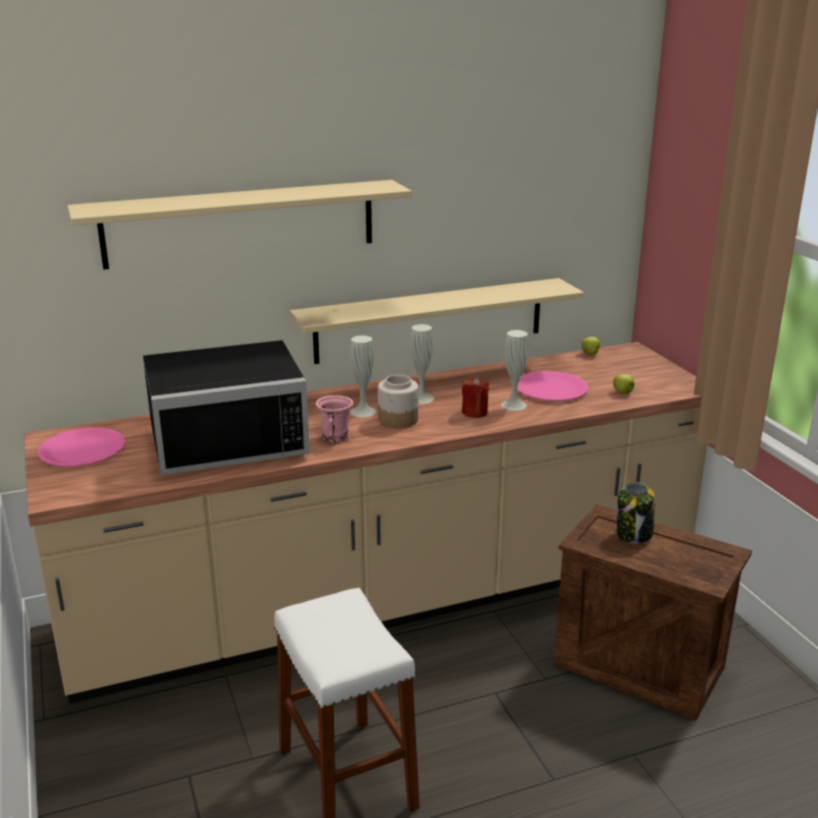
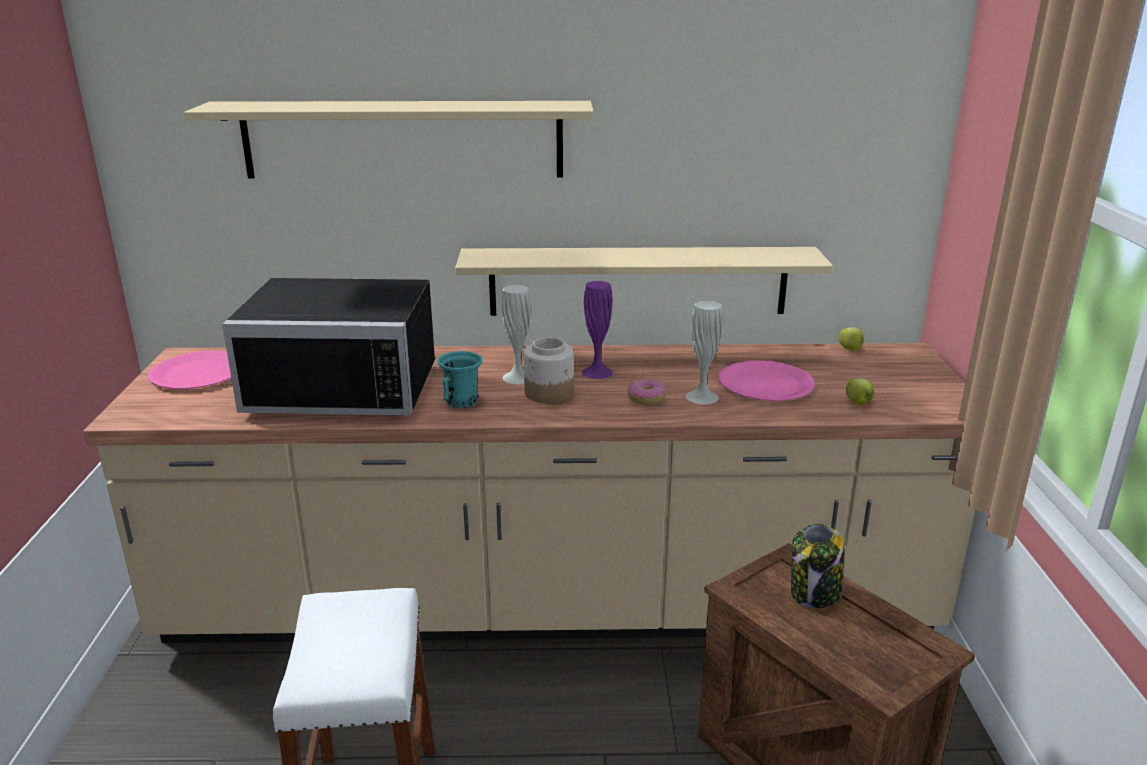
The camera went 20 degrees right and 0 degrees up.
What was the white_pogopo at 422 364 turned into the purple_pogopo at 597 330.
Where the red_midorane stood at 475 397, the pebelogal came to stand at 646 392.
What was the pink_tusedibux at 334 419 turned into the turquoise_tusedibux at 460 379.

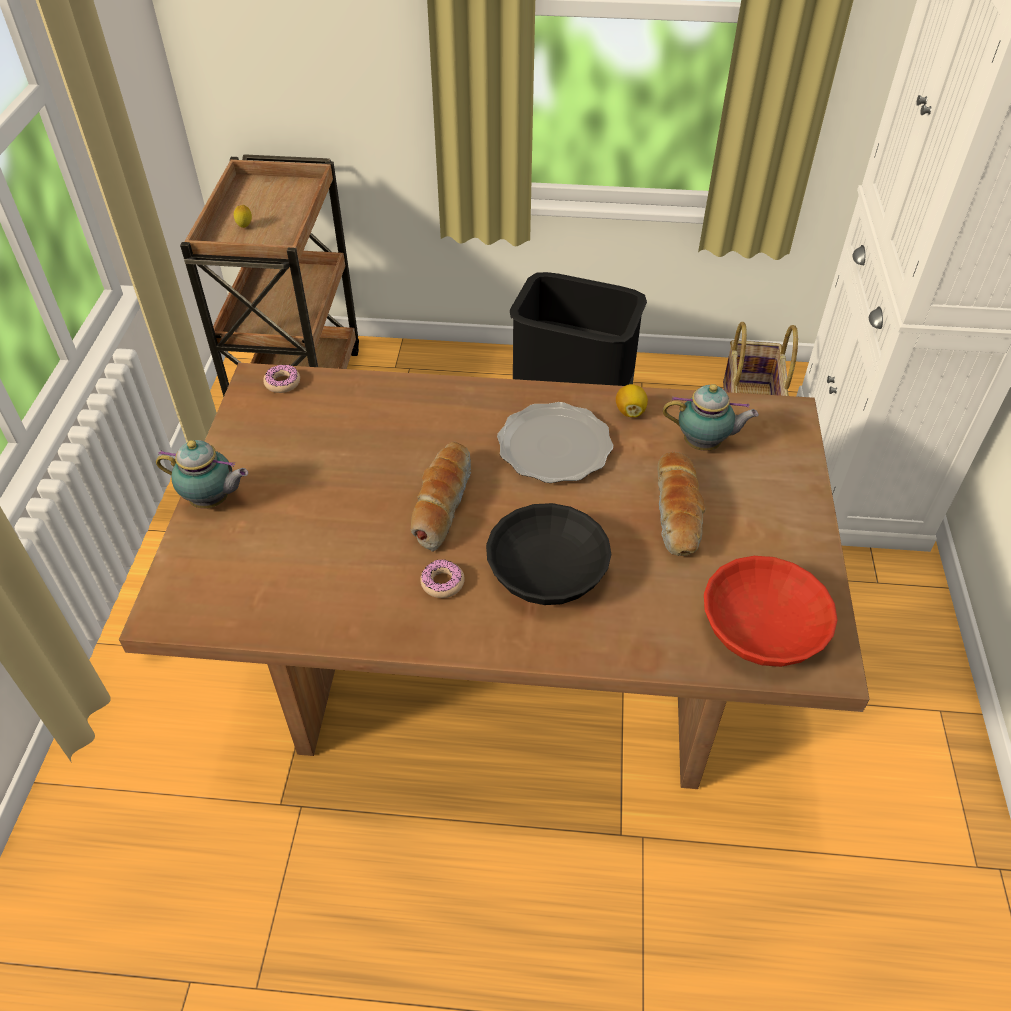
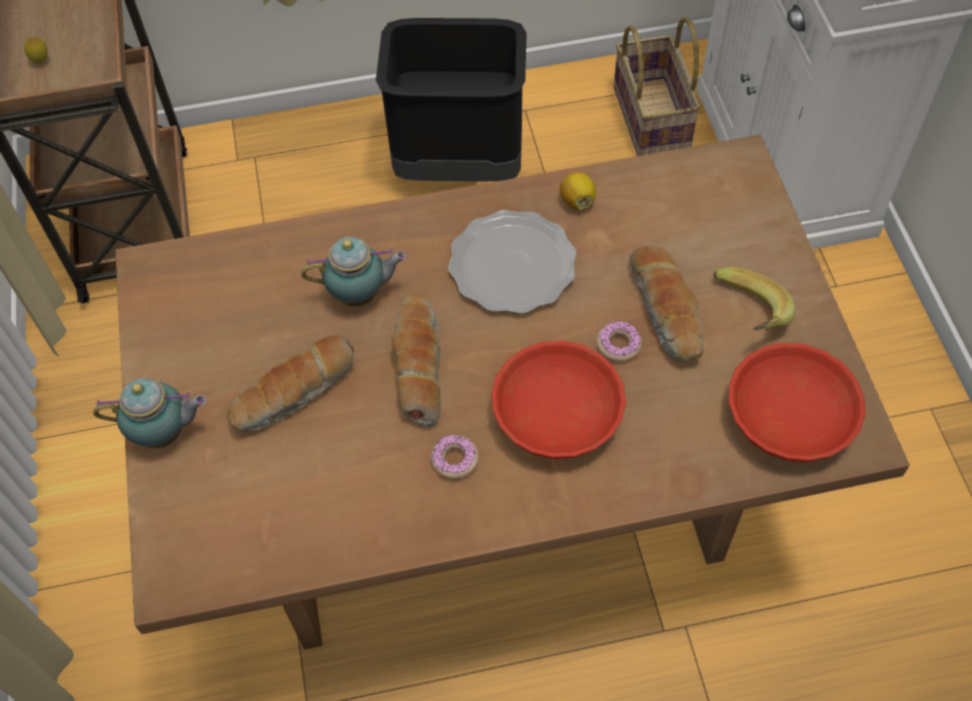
The camera went 15 degrees left and 10 degrees up.
The pebelogal ended up elsewhere, having gone from 281 379 to 619 341.
The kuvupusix ended up elsewhere, having gone from 711 417 to 354 272.
What was the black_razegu at 548 554 turned into the red_razegu at 559 400.
The second view gained the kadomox at 754 298.
The second view gained the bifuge at 290 382.

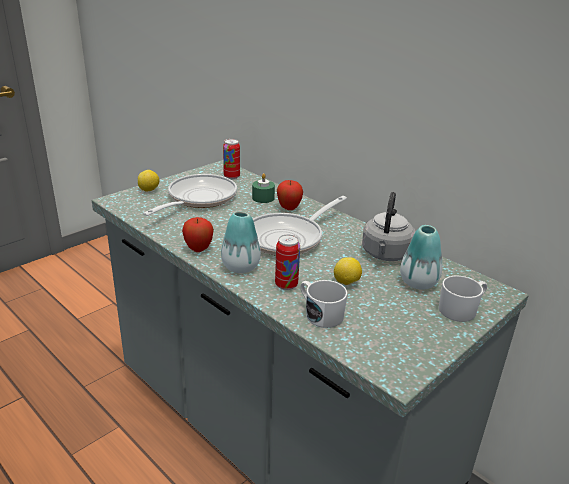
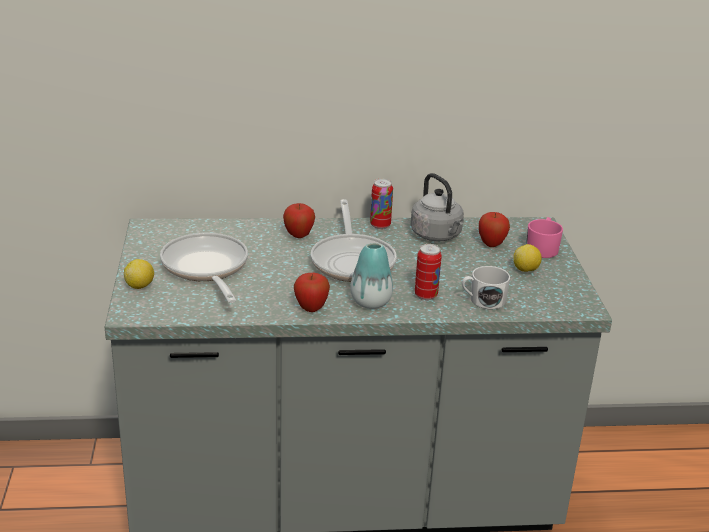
The camera went 50 degrees left and 0 degrees up.
The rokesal ended up elsewhere, having gone from 231 159 to 381 204.
The second view lost the green_midorane at 263 188.
Where the pogopo stood at 421 257, the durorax came to stand at 494 229.
The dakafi ended up elsewhere, having gone from 348 271 to 527 258.
What was the white_tusedibux at 463 298 turned into the pink_tusedibux at 544 237.

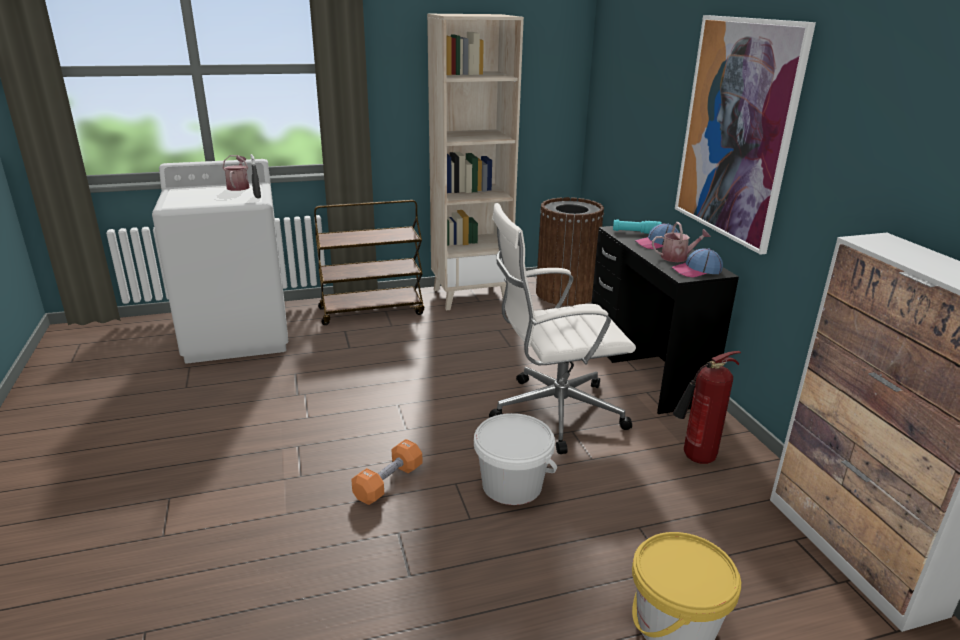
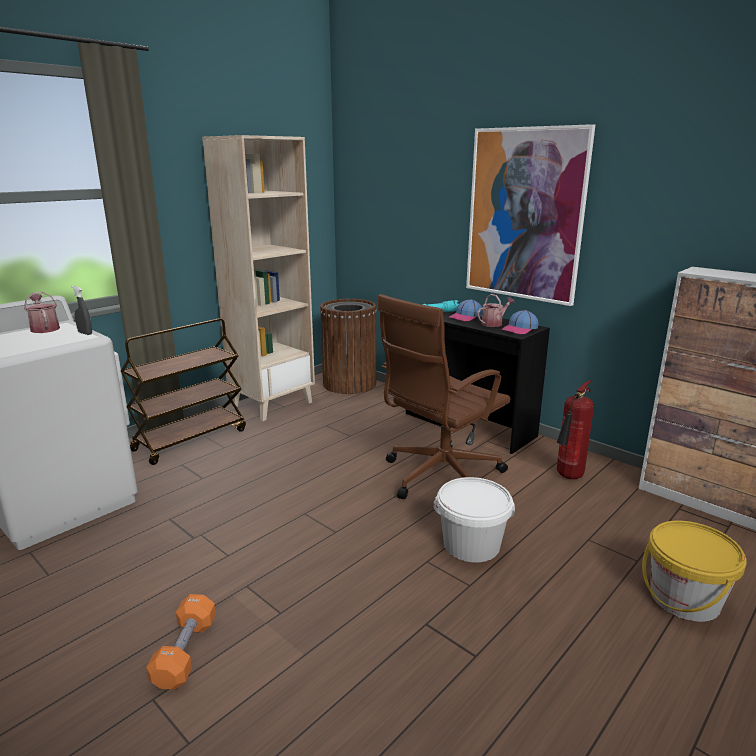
The camera went 30 degrees left and 5 degrees down.
What was the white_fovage at 562 328 turned into the brown_fovage at 443 396.
The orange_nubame ended up elsewhere, having gone from 387 472 to 181 641.

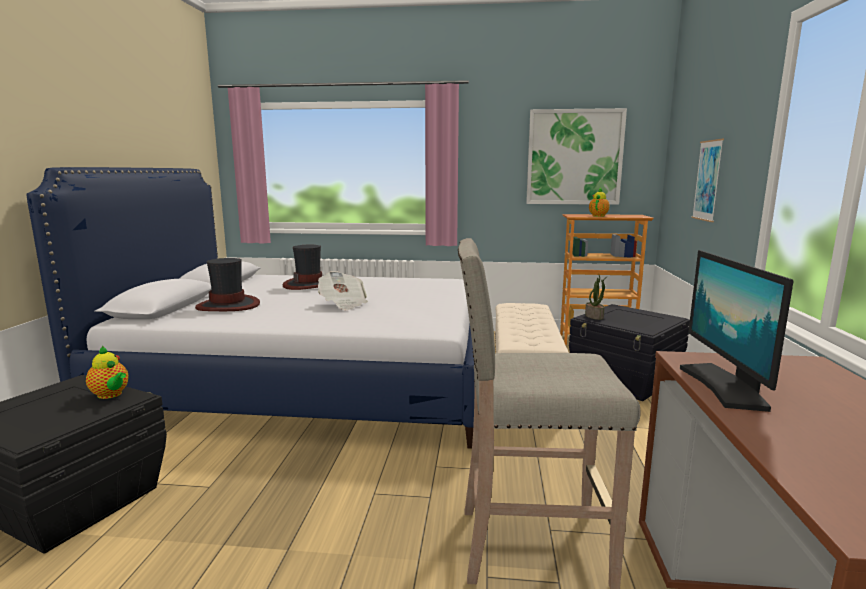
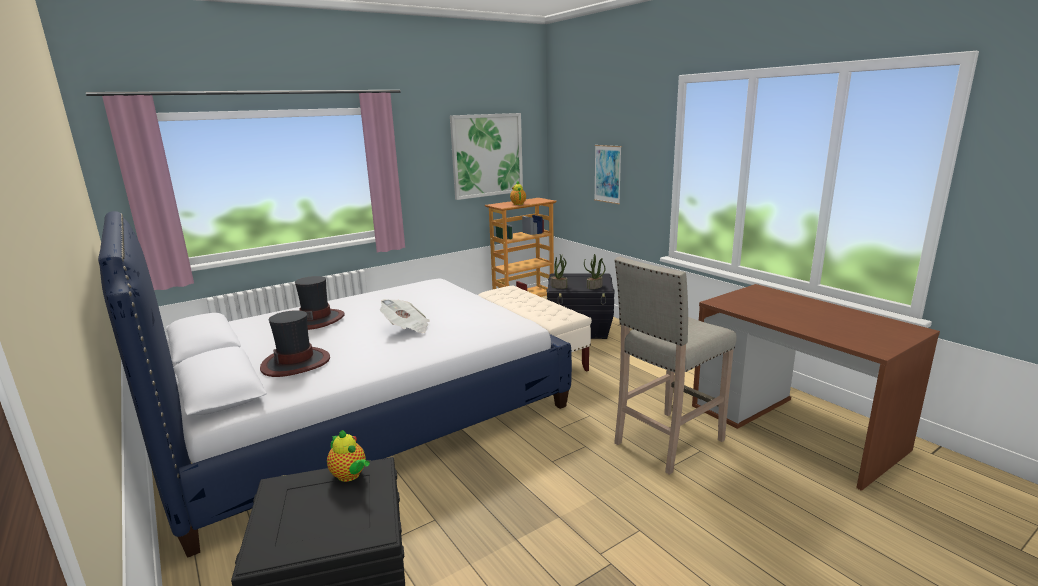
The camera went 40 degrees left and 5 degrees up.
The second view lost the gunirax at 736 331.
The kuvupusix at 107 372 ended up facing another way, 45 degrees clockwise from before.
The second view gained the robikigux at 594 271.

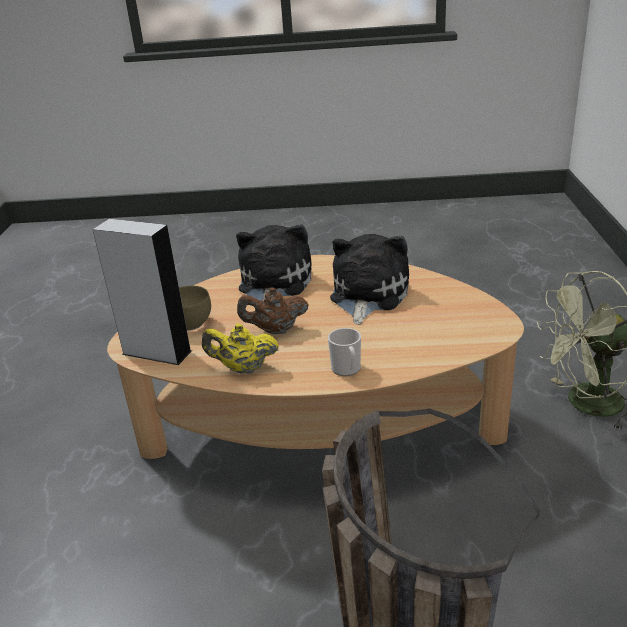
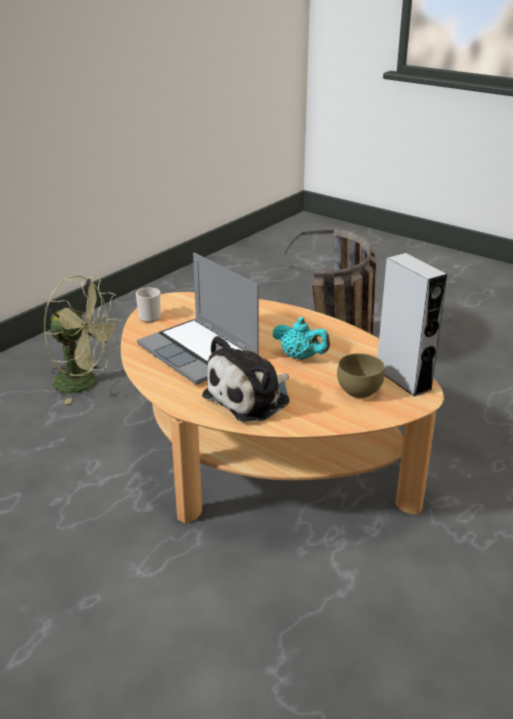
The camera went 145 degrees left and 0 degrees up.
Where the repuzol stood at 369 279, the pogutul came to stand at 198 319.
What was the brown_kuvupusix at 272 311 turned into the turquoise_kuvupusix at 301 338.
The second view lost the yellow_kuvupusix at 240 348.
The tusedibux ended up elsewhere, having gone from 344 352 to 148 305.

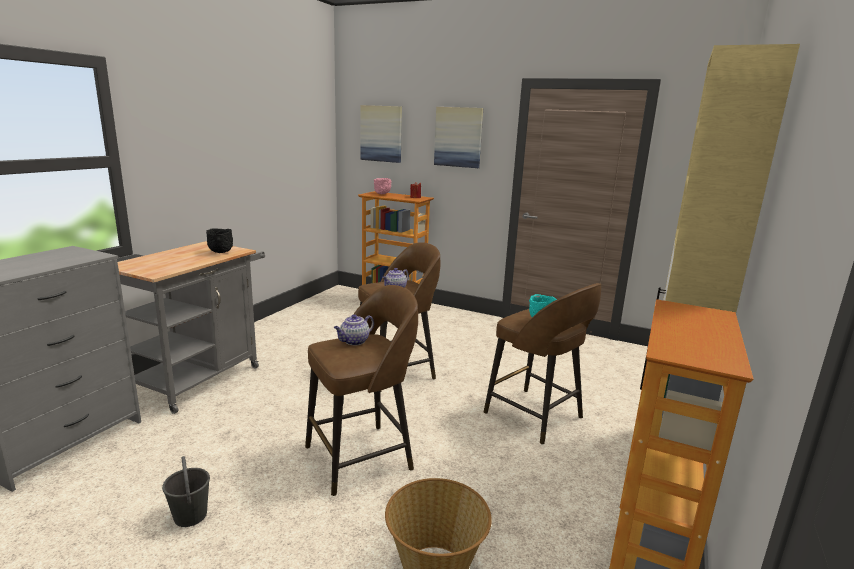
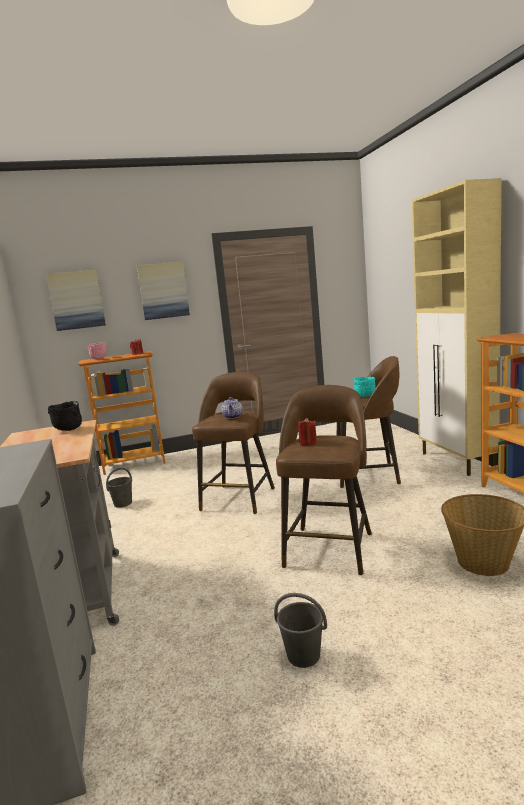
The camera went 40 degrees left and 5 degrees down.
Where the kuvupusix stood at 354 329, the red_midorane came to stand at 307 432.
The second view gained the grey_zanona at 119 487.

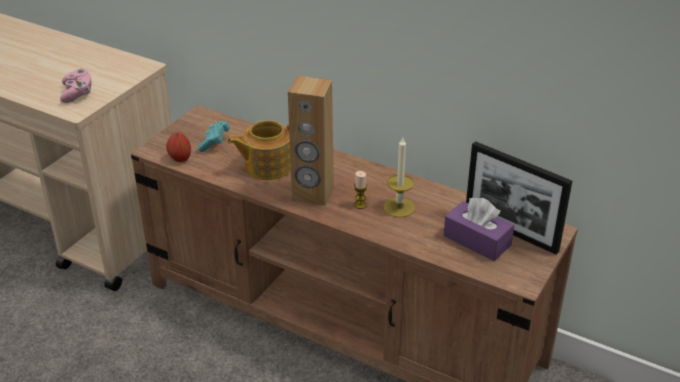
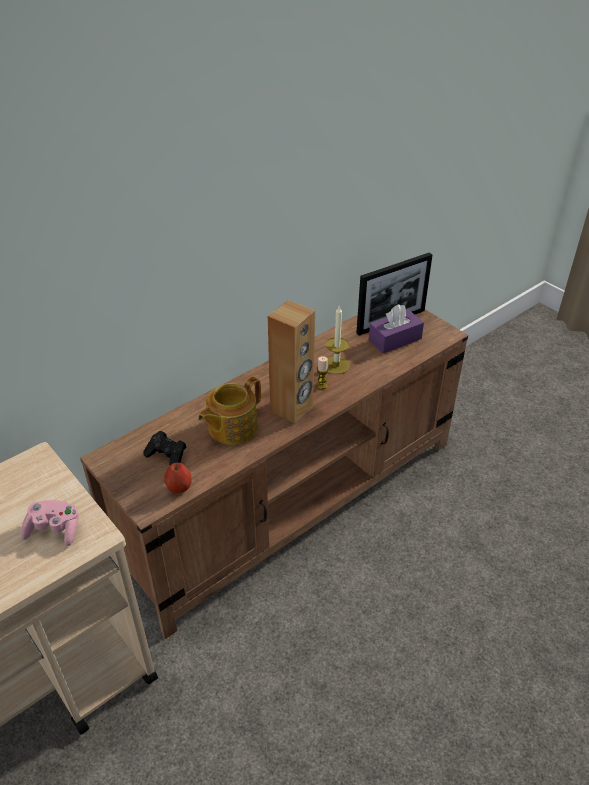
The camera went 70 degrees left and 5 degrees up.
The kuvupusix at 259 150 ended up facing another way, 45 degrees clockwise from before.
What was the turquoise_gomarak at 213 136 turned into the black_gomarak at 164 448.

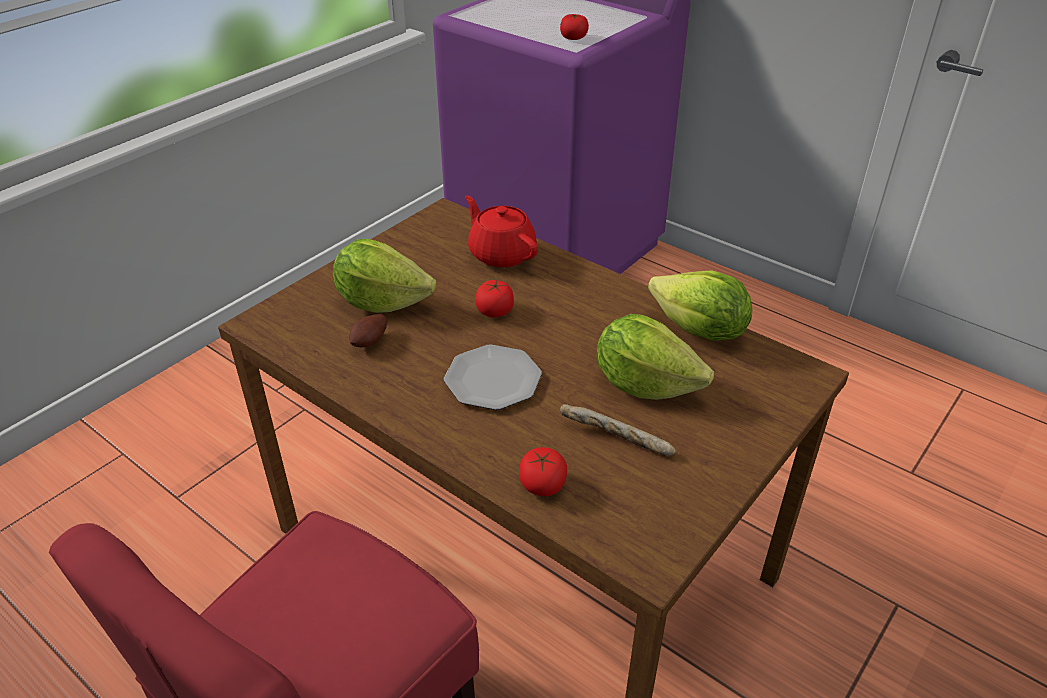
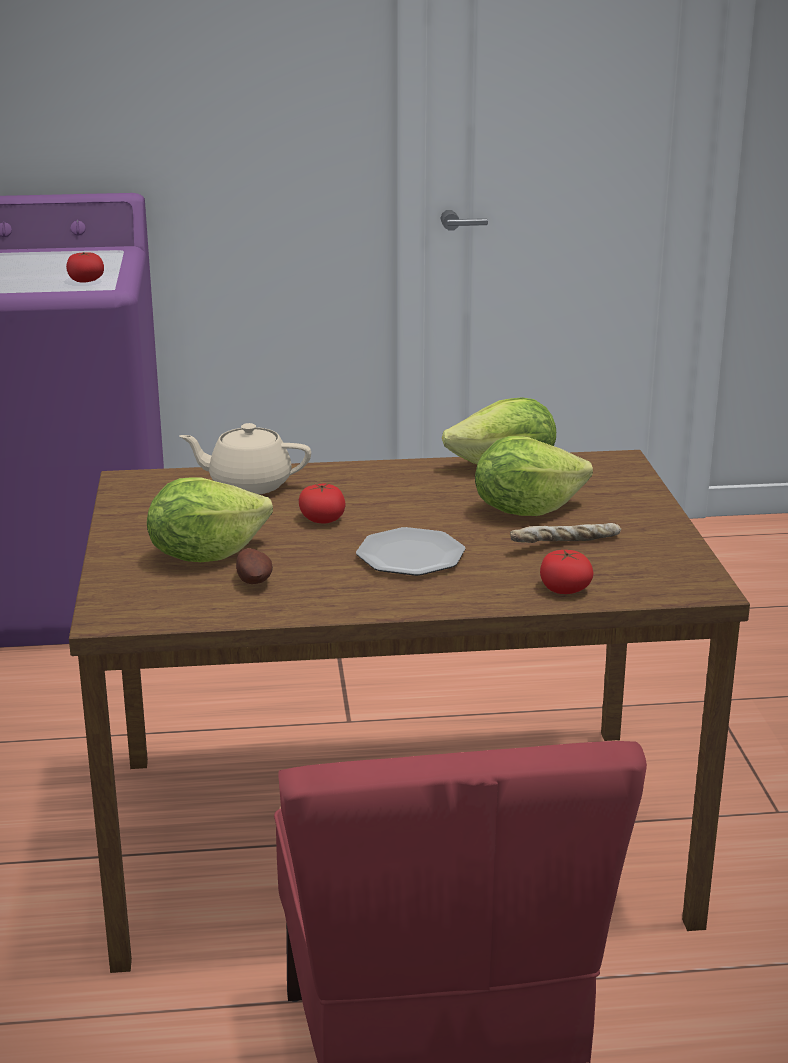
The camera went 45 degrees left and 15 degrees down.
What was the red_kuvupusix at 501 231 turned into the beige_kuvupusix at 245 459.

